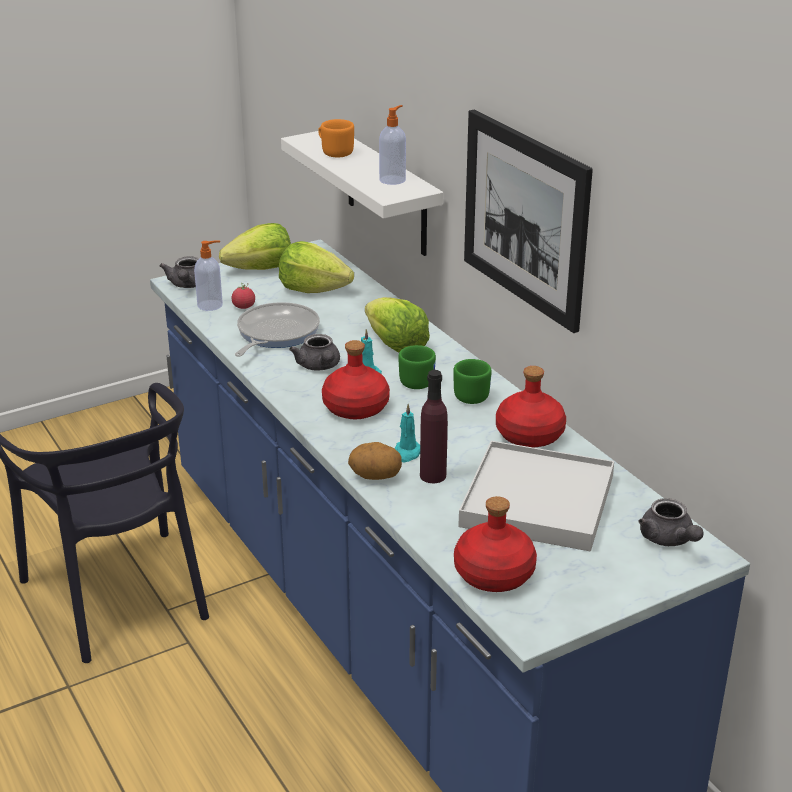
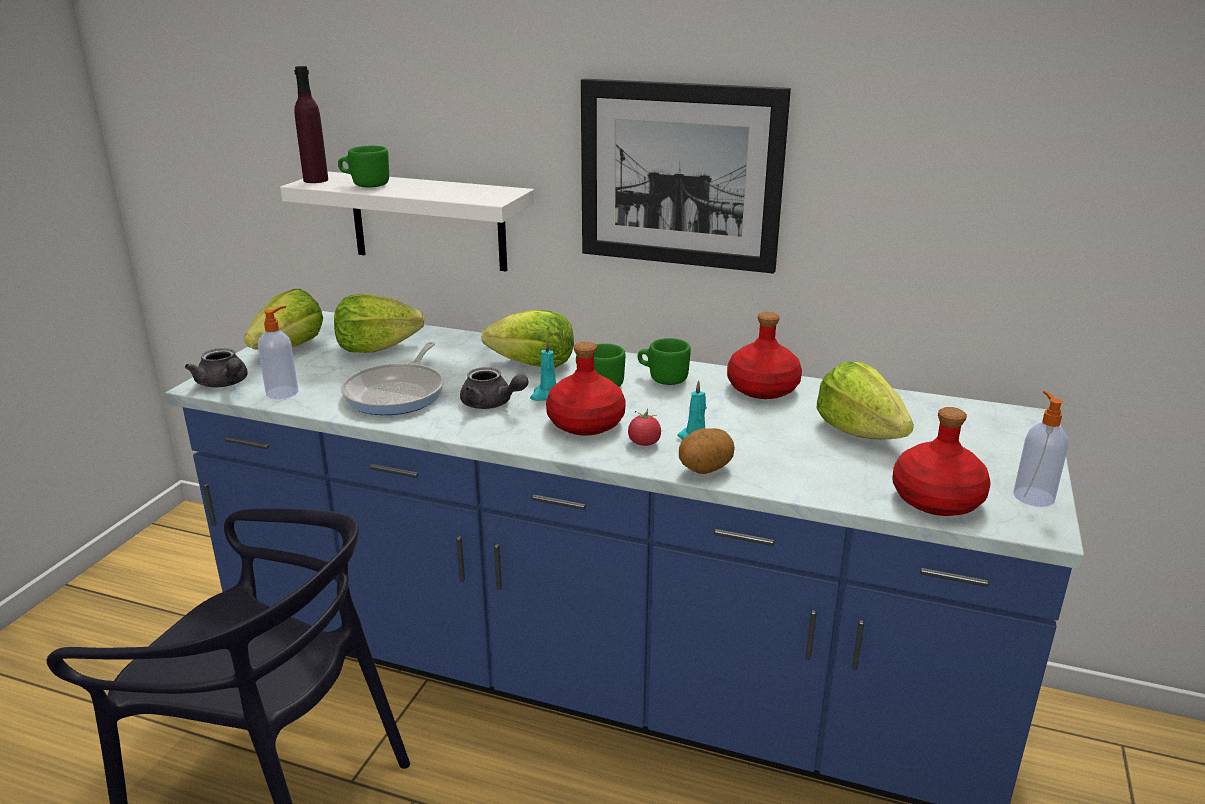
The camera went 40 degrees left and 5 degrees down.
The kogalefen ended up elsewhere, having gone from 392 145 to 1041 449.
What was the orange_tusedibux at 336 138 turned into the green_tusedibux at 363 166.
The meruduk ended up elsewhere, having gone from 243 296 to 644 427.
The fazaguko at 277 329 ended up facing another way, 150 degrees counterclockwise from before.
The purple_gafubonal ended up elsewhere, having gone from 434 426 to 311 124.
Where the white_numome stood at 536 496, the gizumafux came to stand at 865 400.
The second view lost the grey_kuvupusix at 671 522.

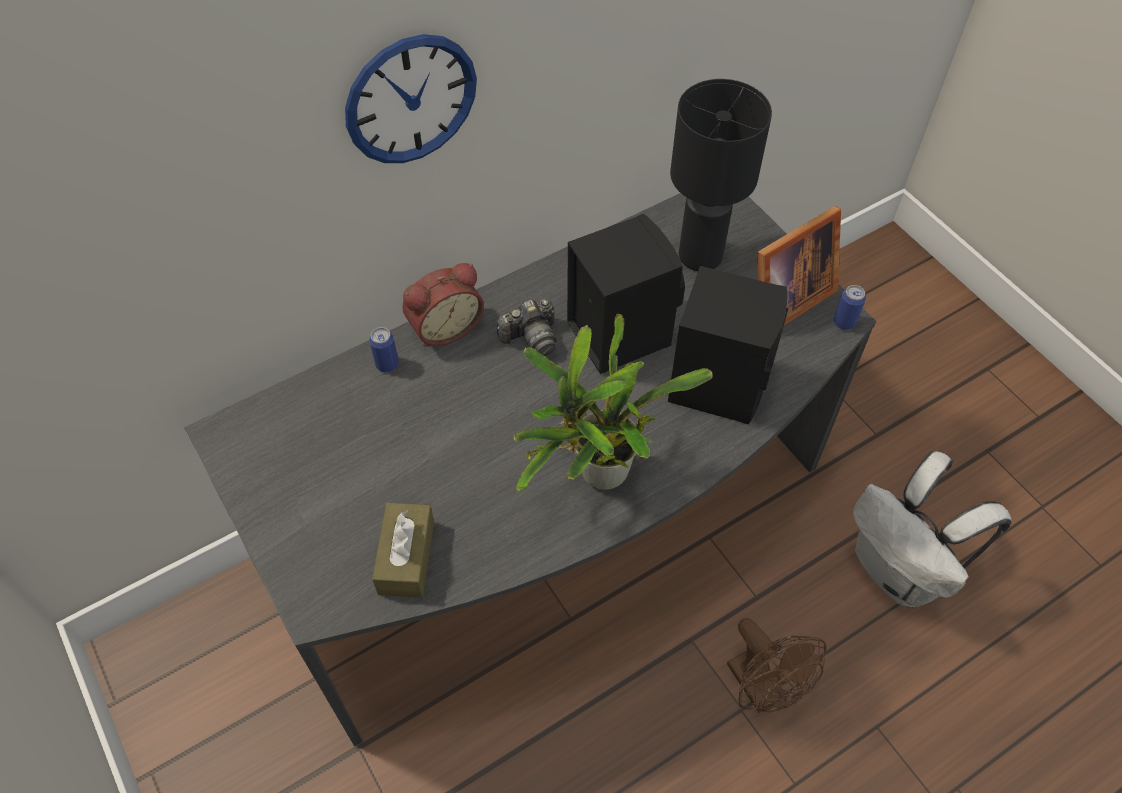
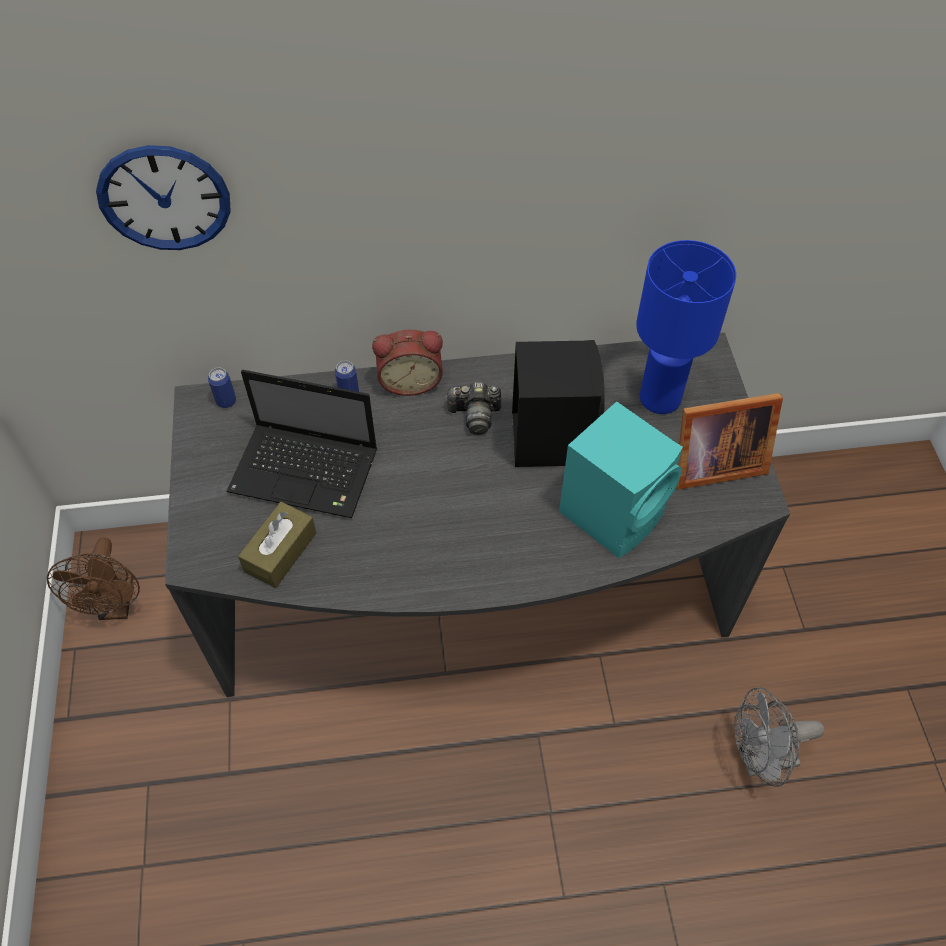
The camera went 25 degrees right and 0 degrees up.
The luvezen ended up elsewhere, having gone from 411 98 to 163 197.
What was the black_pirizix at 721 175 turned into the blue_pirizix at 686 327.
What was the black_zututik at 728 345 turned into the turquoise_zututik at 621 479.
The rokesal ended up elsewhere, having gone from 850 307 to 222 387.
The second view lost the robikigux at 613 403.
Where the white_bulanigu stood at 932 529, the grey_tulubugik came to stand at 779 737.
The brown_tulubugik ended up elsewhere, having gone from 776 665 to 93 578.
The second view gained the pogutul at 302 444.

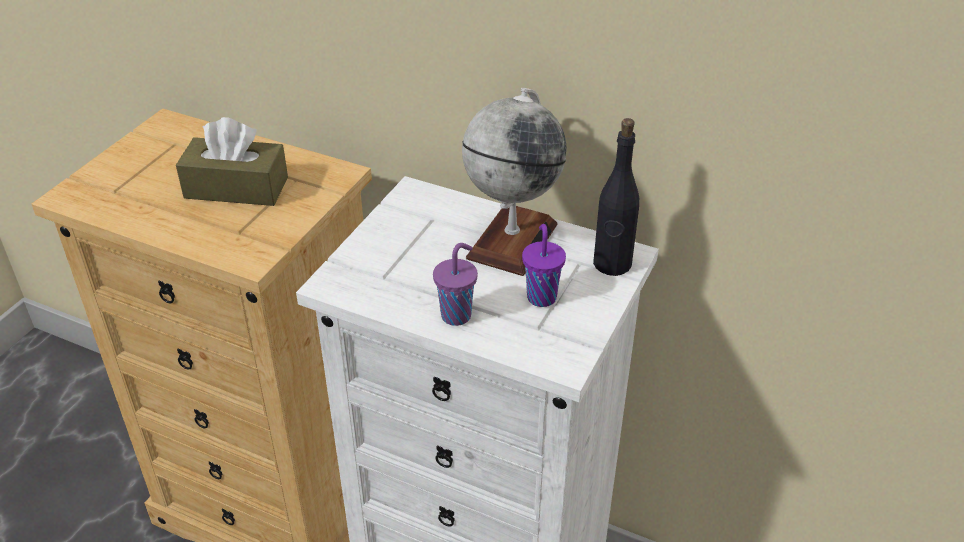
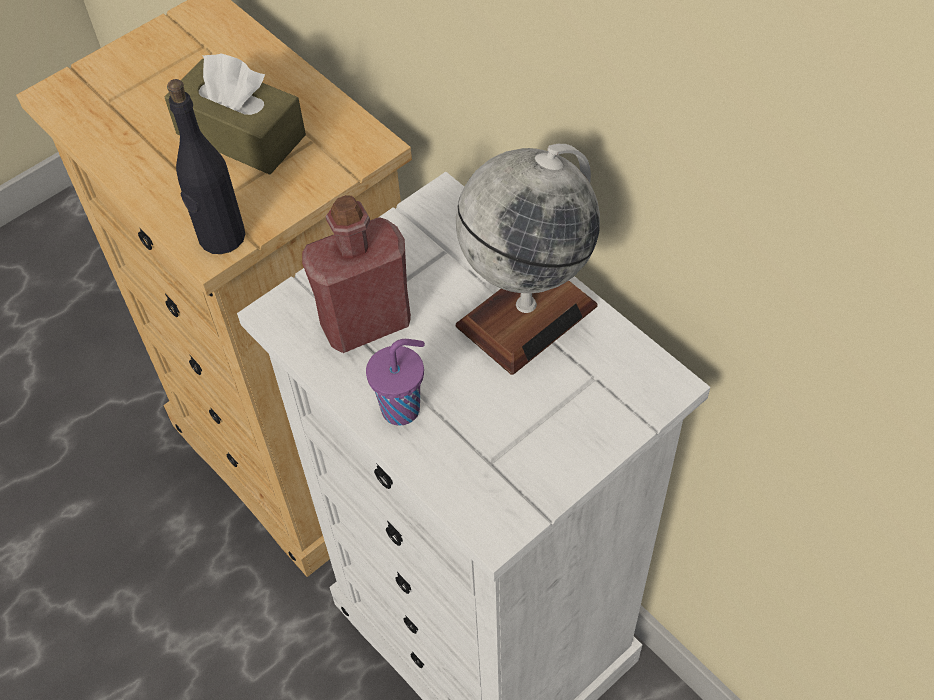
The camera went 25 degrees right and 15 degrees up.
The black_gafubonal ended up elsewhere, having gone from 616 197 to 206 166.
The second view lost the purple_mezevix at 544 265.
The second view gained the red_gafubonal at 356 274.

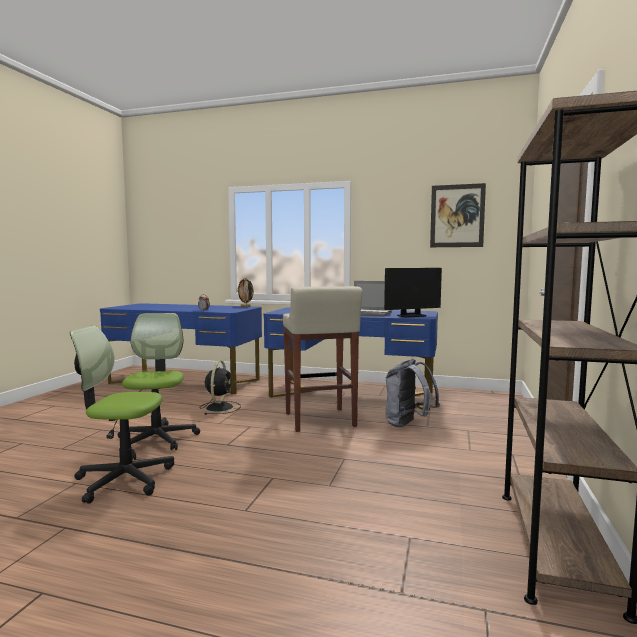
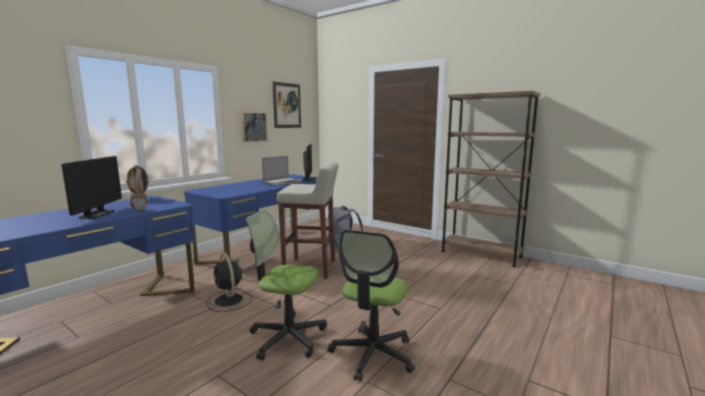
The camera went 70 degrees left and 5 degrees up.
The black_tulubugik at 220 388 ended up facing another way, 150 degrees counterclockwise from before.
The second view gained the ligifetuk at 254 127.
The second view gained the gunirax at 91 187.

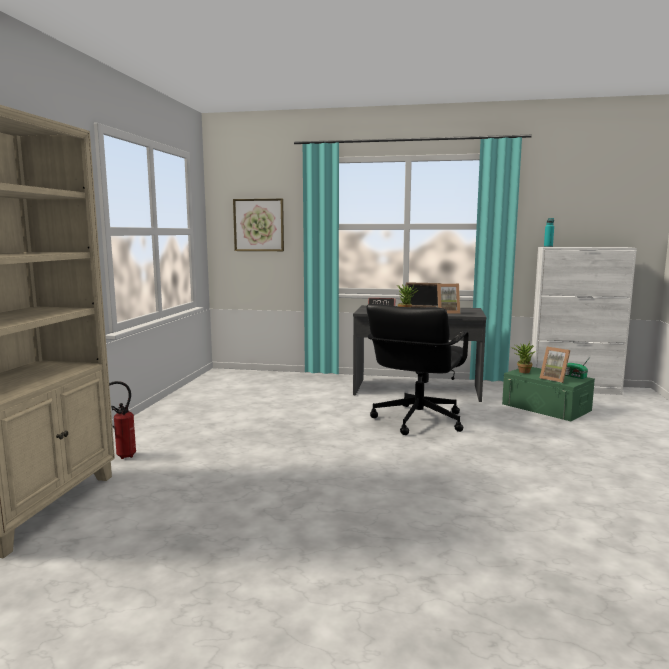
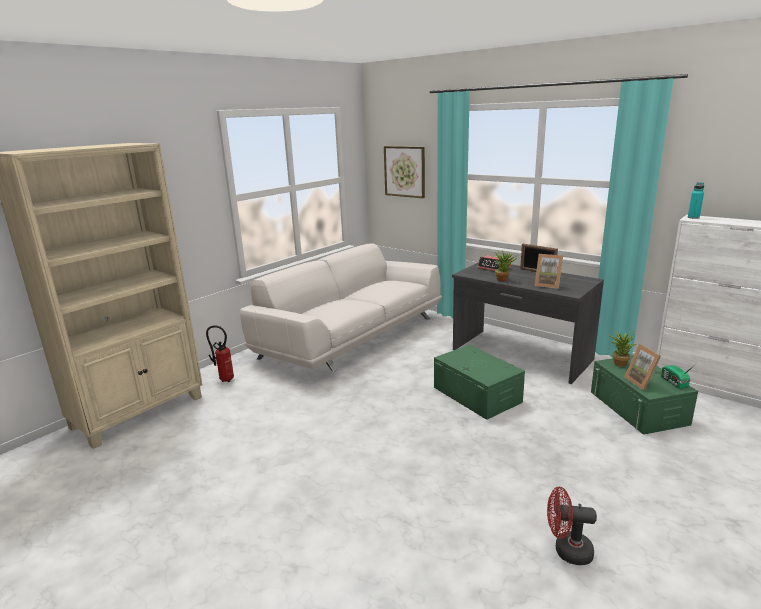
The camera went 30 degrees right and 10 degrees up.
Where the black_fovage stood at 417 369, the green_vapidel came to stand at 479 382.
The second view gained the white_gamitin at 341 307.
The second view gained the red_tulubugik at 572 526.

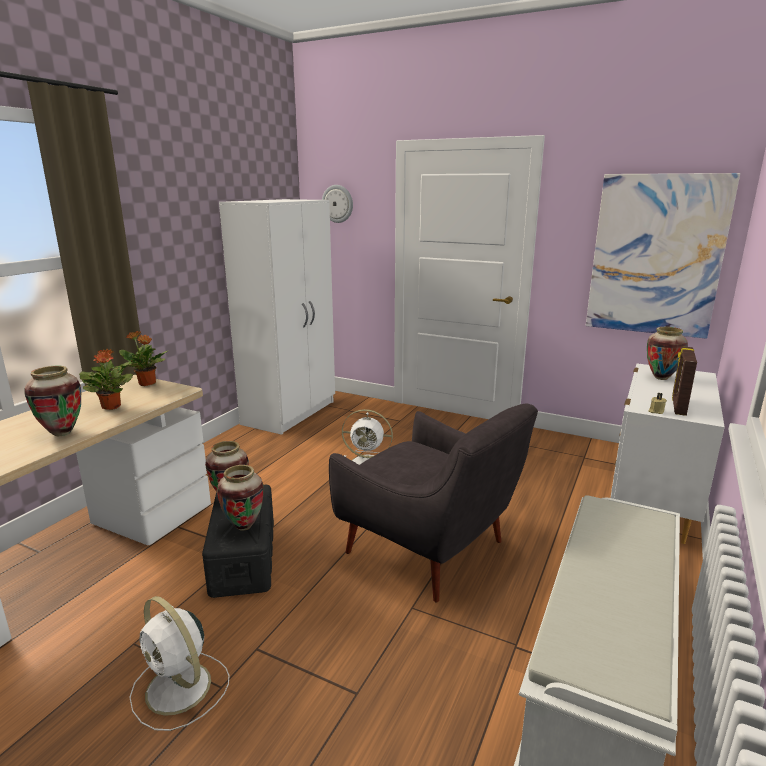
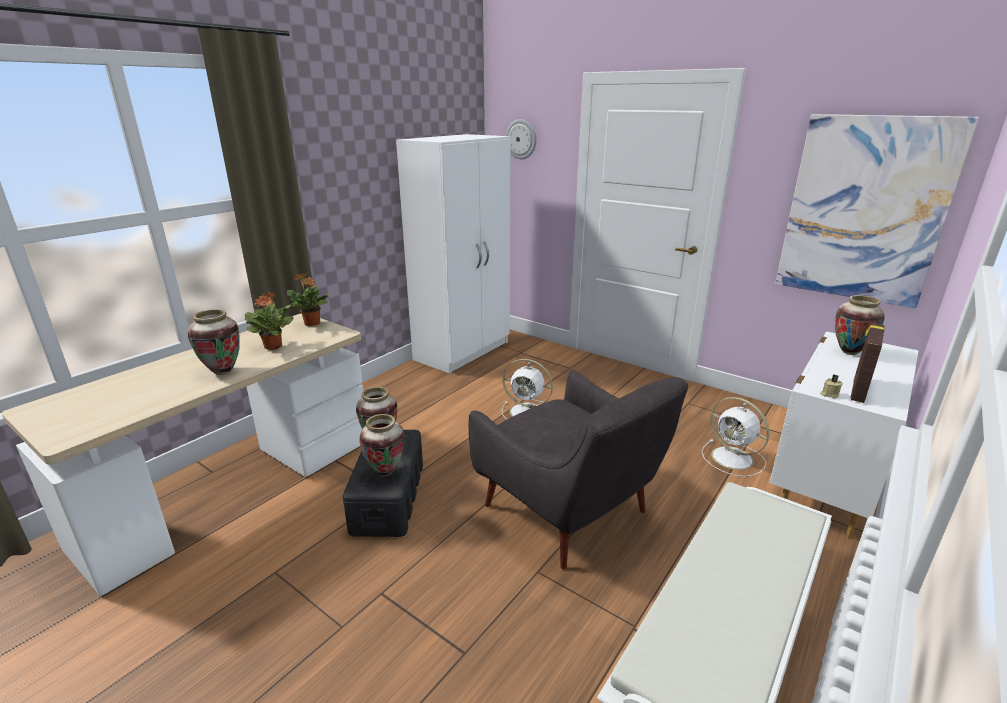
The camera went 10 degrees right and 5 degrees up.
The white_tulubugik ended up elsewhere, having gone from 179 663 to 735 437.

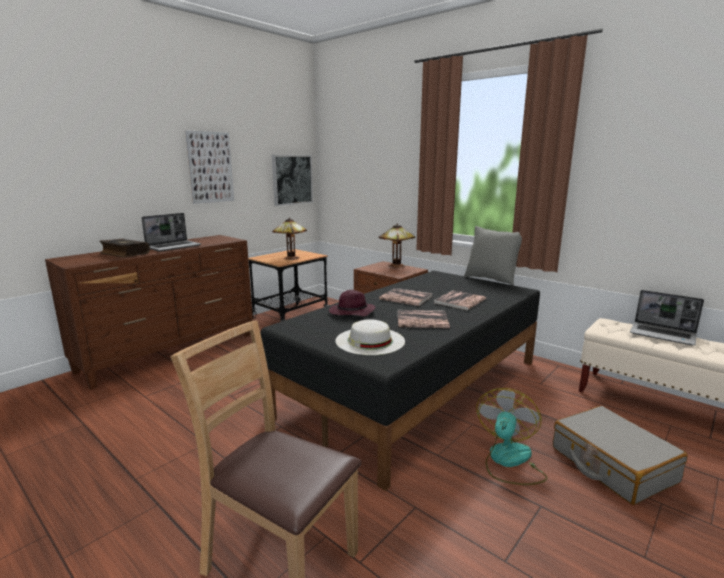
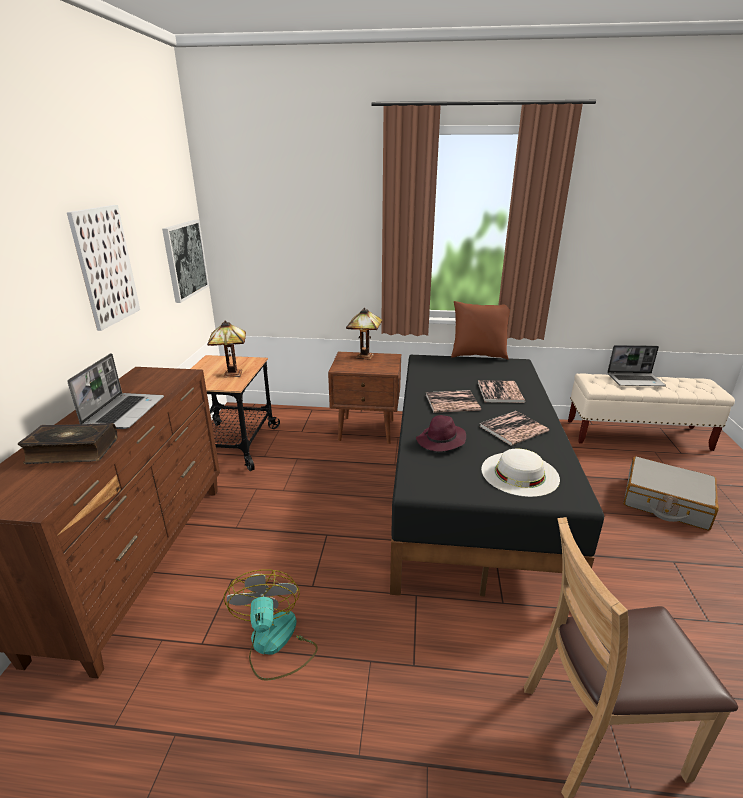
The camera went 35 degrees left and 10 degrees up.
What was the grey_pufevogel at 493 256 turned into the brown_pufevogel at 480 330.
The tulubugik ended up elsewhere, having gone from 512 436 to 271 625.

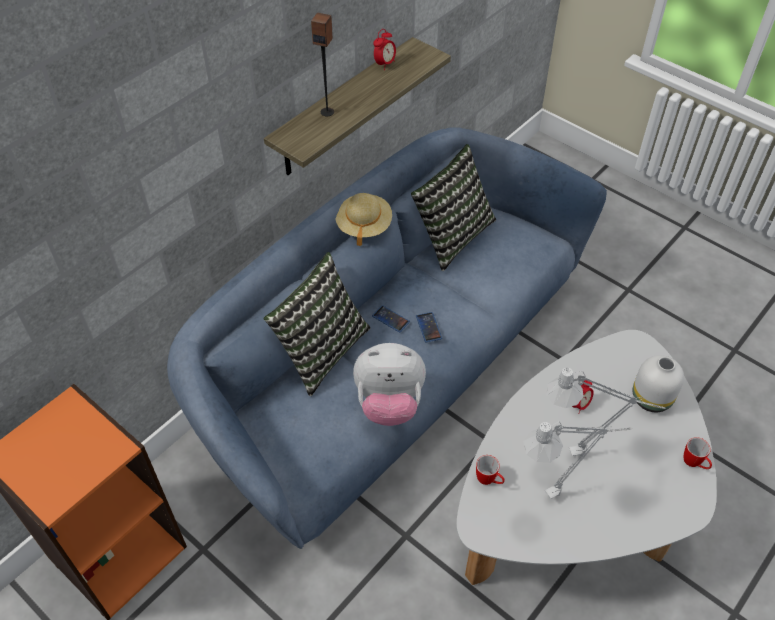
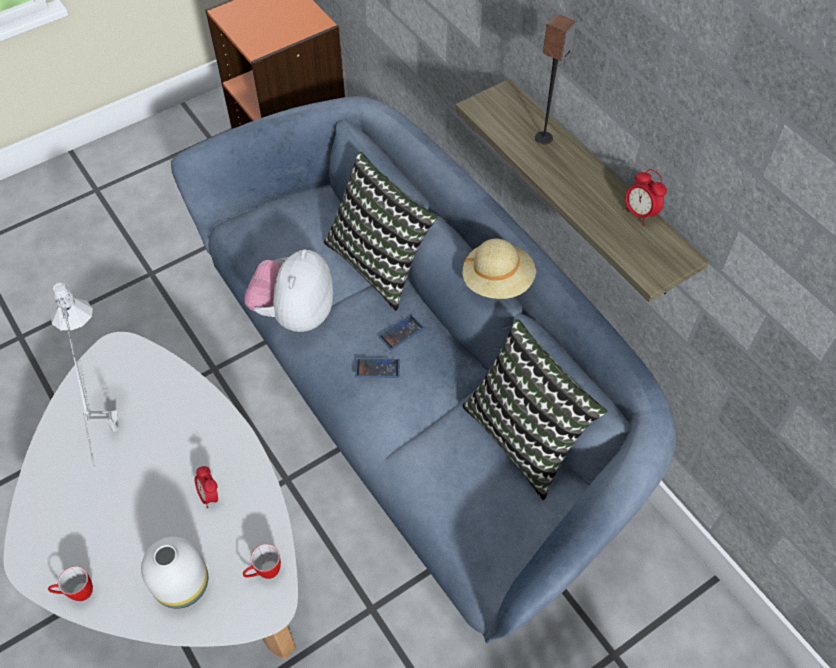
The camera went 105 degrees right and 5 degrees up.
The second view lost the grey_pirizix at 606 412.
The tusedibux ended up elsewhere, having gone from 490 470 to 262 561.

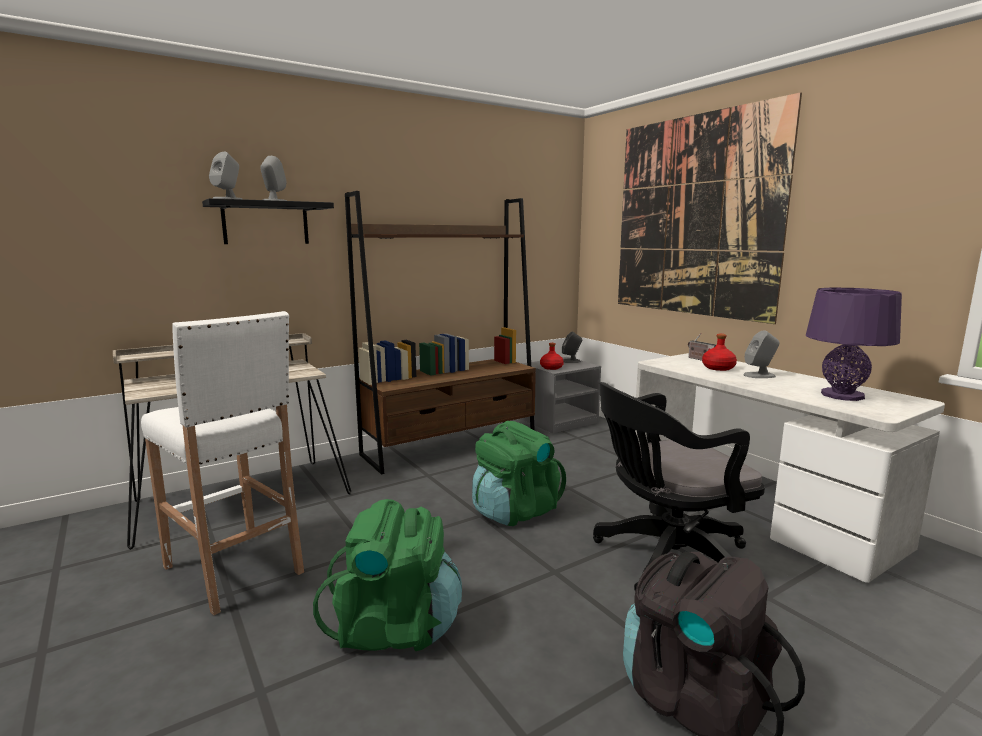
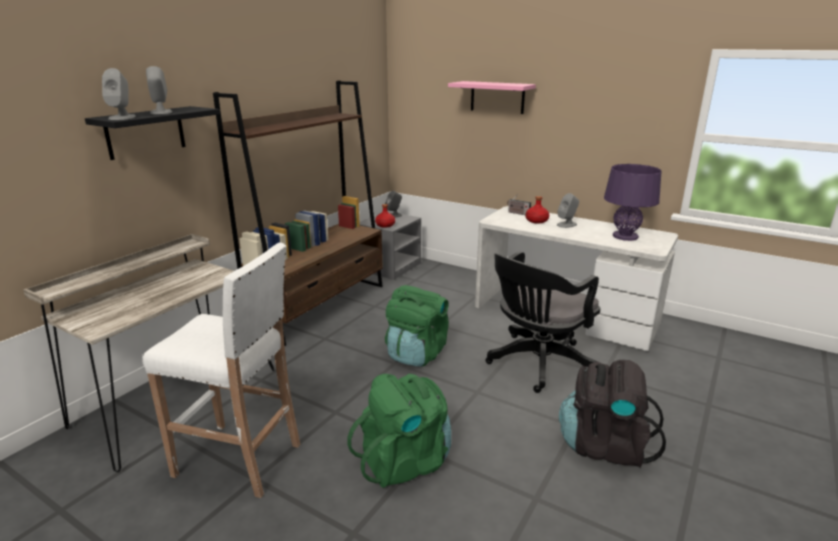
The camera went 25 degrees left and 10 degrees up.
Where the ligifetuk hung at 710 208, the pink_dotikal came to hang at 492 97.

